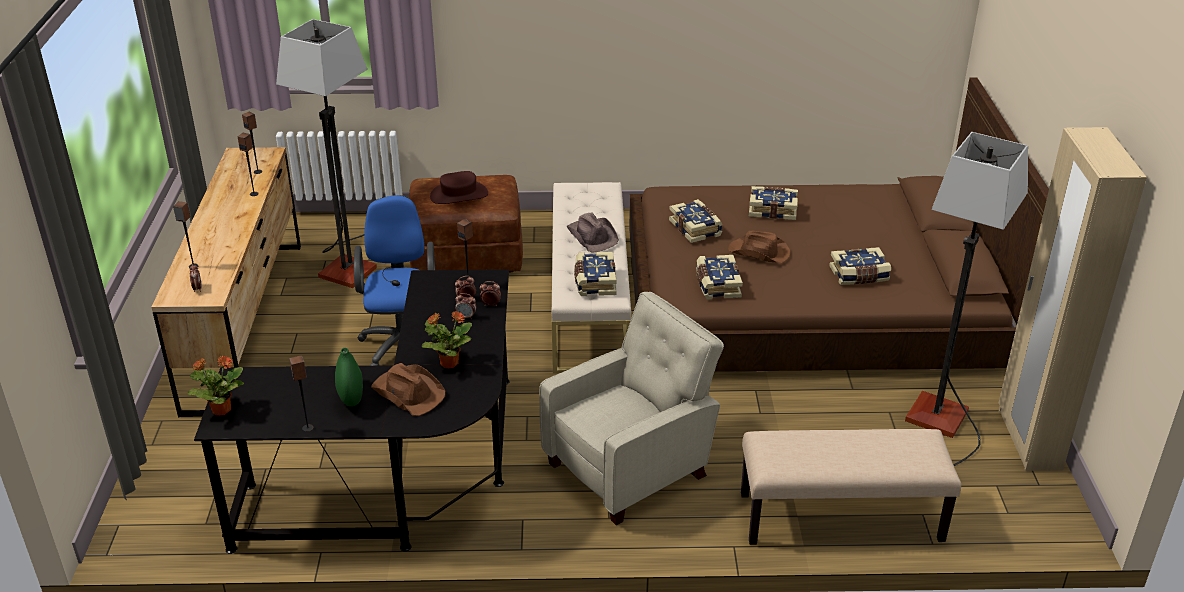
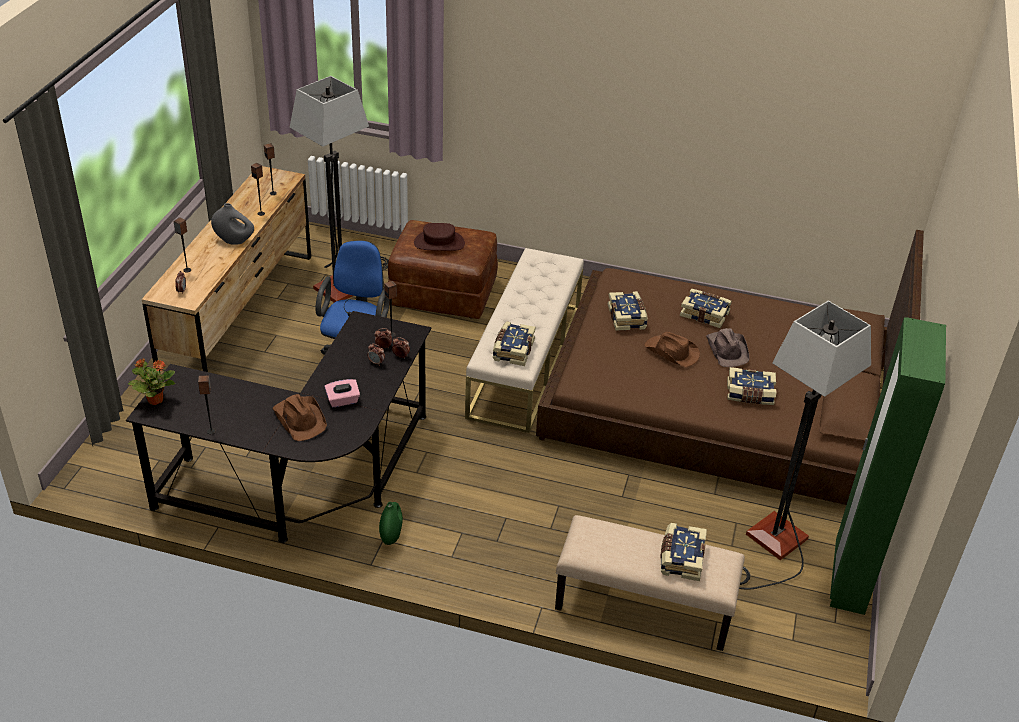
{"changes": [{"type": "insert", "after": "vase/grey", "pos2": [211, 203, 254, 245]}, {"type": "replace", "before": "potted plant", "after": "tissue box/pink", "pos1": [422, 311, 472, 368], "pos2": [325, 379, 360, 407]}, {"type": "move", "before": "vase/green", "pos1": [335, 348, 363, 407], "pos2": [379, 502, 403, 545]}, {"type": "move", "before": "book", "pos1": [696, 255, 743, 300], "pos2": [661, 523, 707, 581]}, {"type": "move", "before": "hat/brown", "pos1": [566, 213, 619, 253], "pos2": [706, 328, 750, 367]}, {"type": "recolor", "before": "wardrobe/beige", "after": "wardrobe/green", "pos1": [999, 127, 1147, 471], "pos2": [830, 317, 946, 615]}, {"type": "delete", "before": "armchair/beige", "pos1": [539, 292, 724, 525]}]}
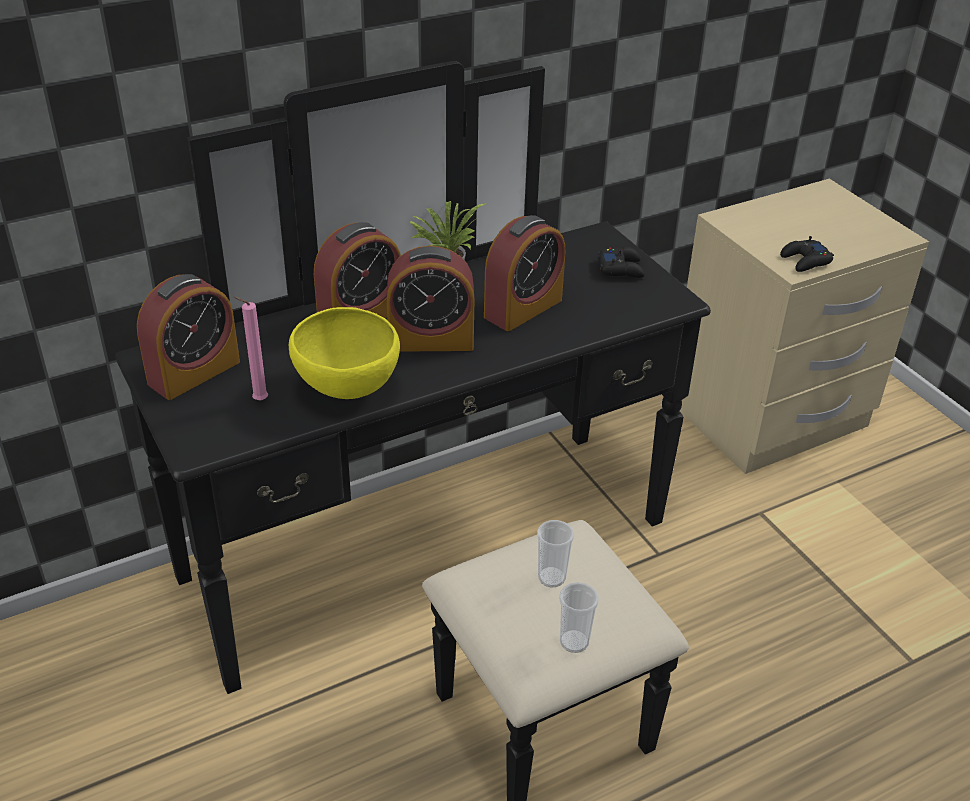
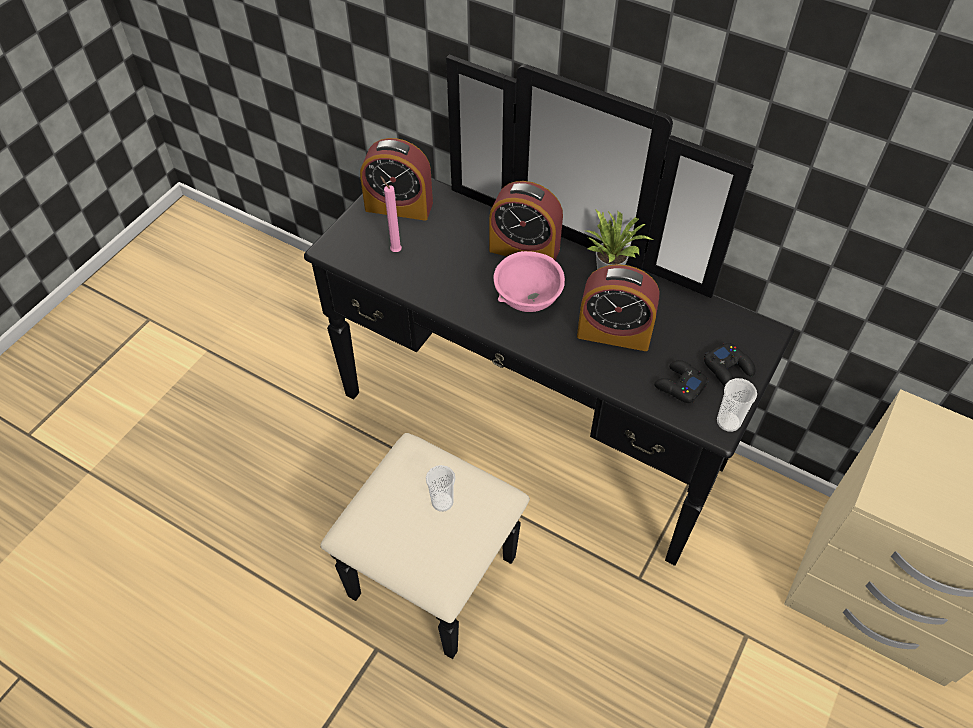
{"changes": [{"type": "replace", "before": "alarm clock", "after": "bowl/pink", "pos1": [387, 246, 474, 352], "pos2": [493, 251, 565, 312]}, {"type": "move", "before": "game controller/black", "pos1": [780, 236, 834, 272], "pos2": [654, 360, 709, 403]}, {"type": "move", "before": "cup", "pos1": [559, 582, 599, 653], "pos2": [717, 378, 757, 432]}, {"type": "delete", "before": "bowl/yellow", "pos1": [289, 307, 400, 399]}]}
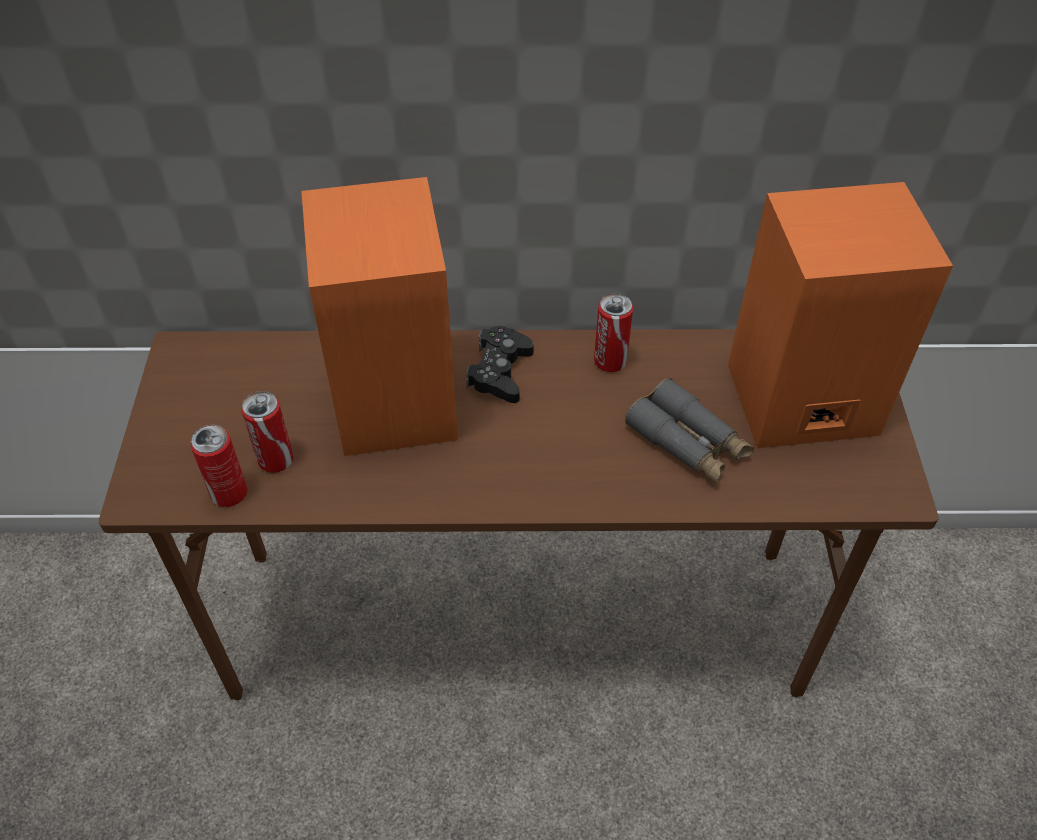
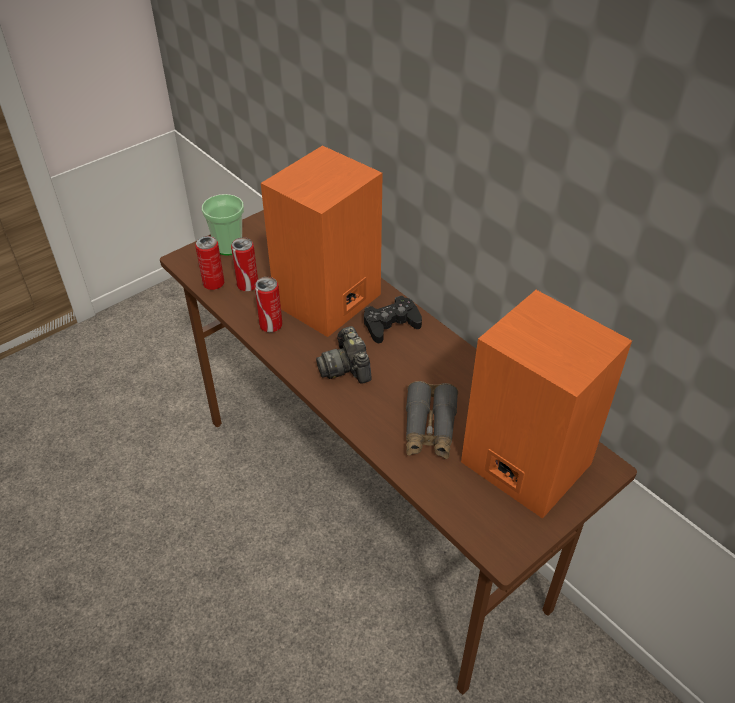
{"changes": [{"type": "insert", "after": "cup", "pos2": [202, 194, 244, 256]}, {"type": "move", "before": "can", "pos1": [594, 293, 633, 372], "pos2": [255, 277, 282, 332]}, {"type": "insert", "after": "photo camera", "pos2": [316, 326, 372, 384]}]}
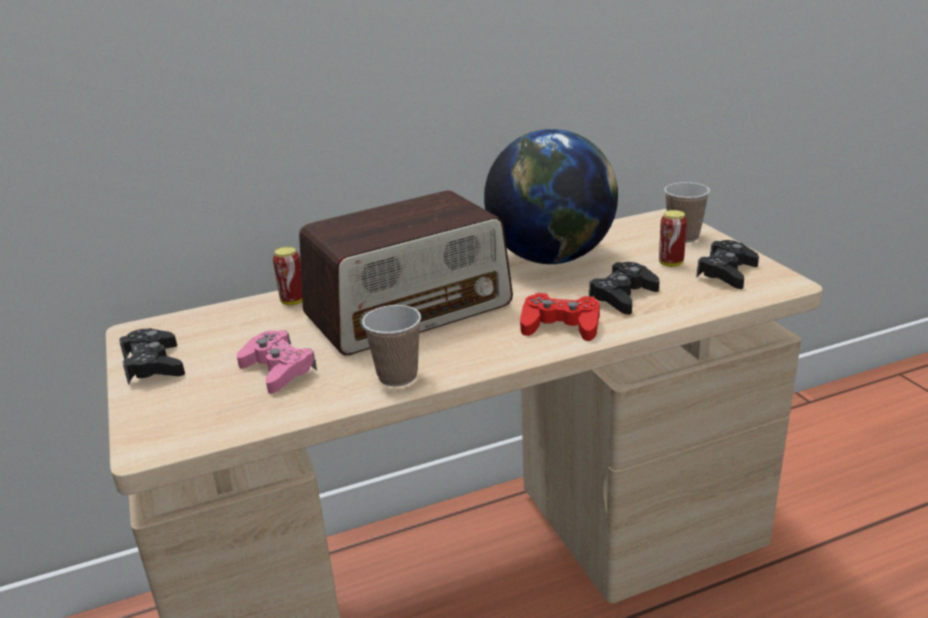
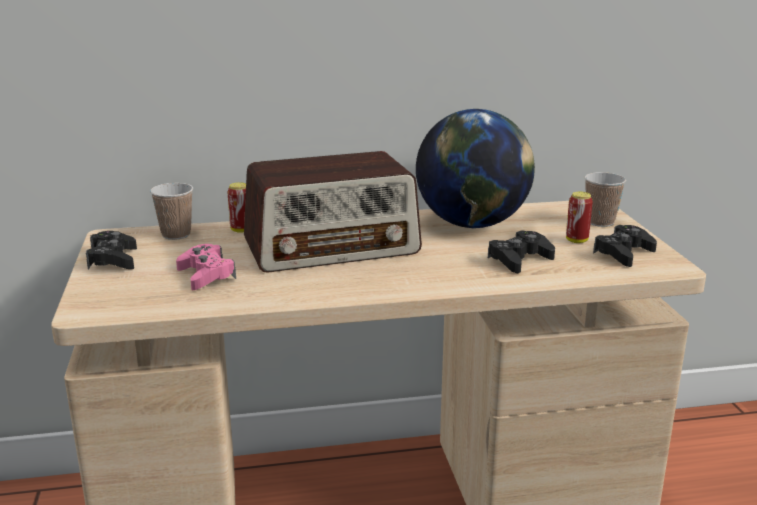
{"changes": [{"type": "move", "before": "cup", "pos1": [362, 305, 421, 387], "pos2": [150, 183, 193, 240]}, {"type": "delete", "before": "game controller/red", "pos1": [520, 293, 600, 341]}]}
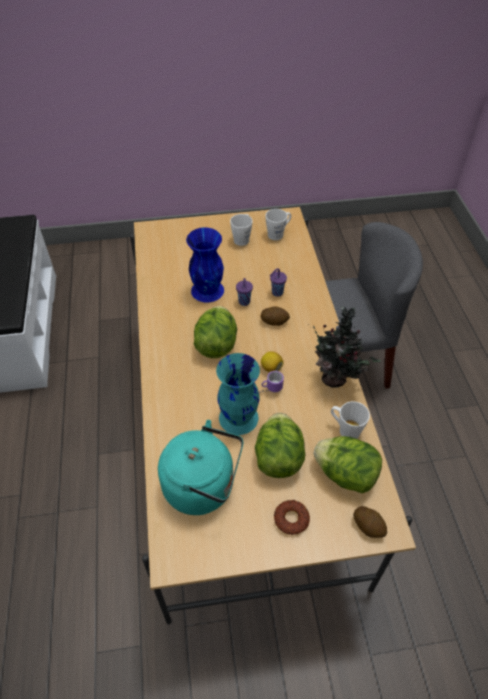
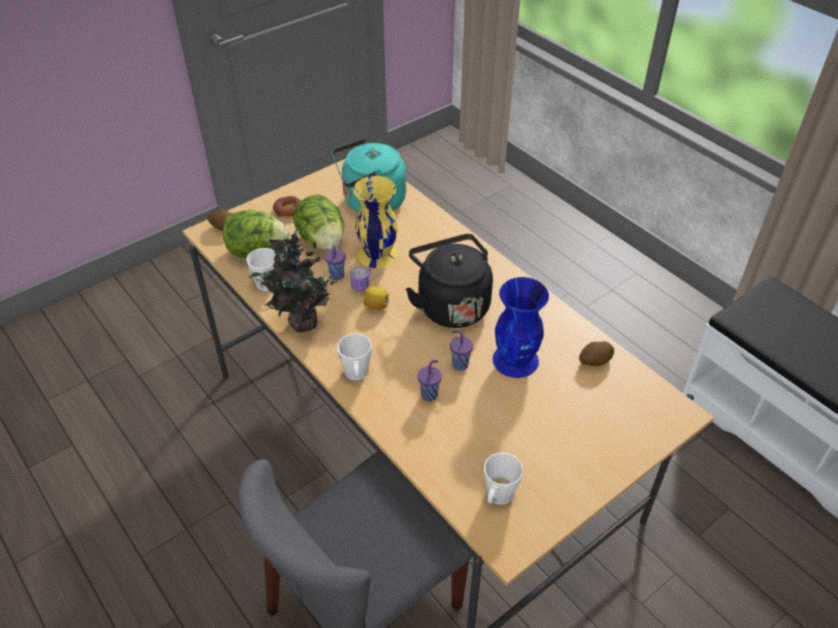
{"changes": [{"type": "insert", "after": "cup/purple", "pos2": [325, 245, 346, 281]}, {"type": "move", "before": "mug/white", "pos1": [230, 214, 252, 246], "pos2": [337, 333, 372, 380]}, {"type": "recolor", "before": "vase/turquoise", "after": "vase/yellow", "pos1": [216, 353, 260, 435], "pos2": [353, 176, 398, 268]}, {"type": "replace", "before": "lettuce", "after": "kettle/black", "pos1": [194, 306, 237, 358], "pos2": [406, 234, 493, 328]}, {"type": "move", "before": "potato", "pos1": [261, 306, 290, 326], "pos2": [579, 341, 614, 366]}]}
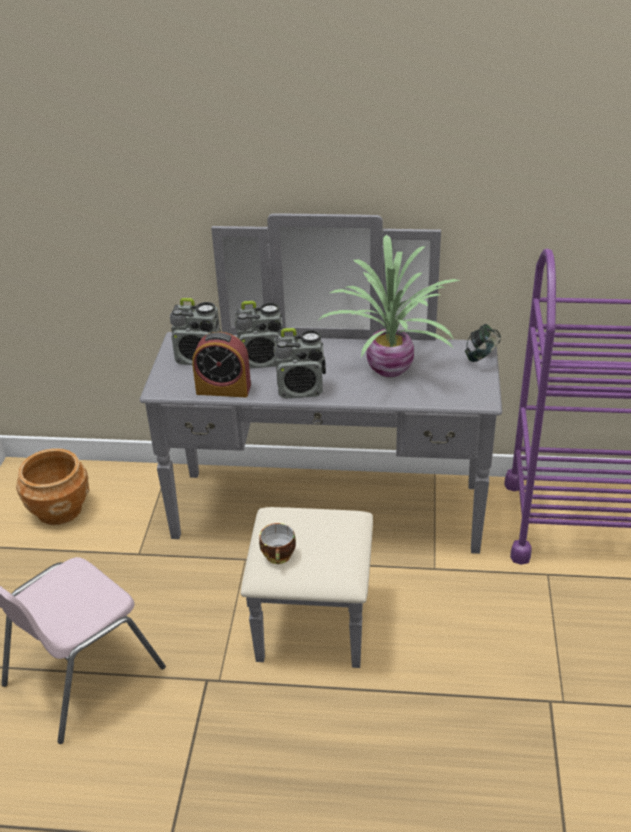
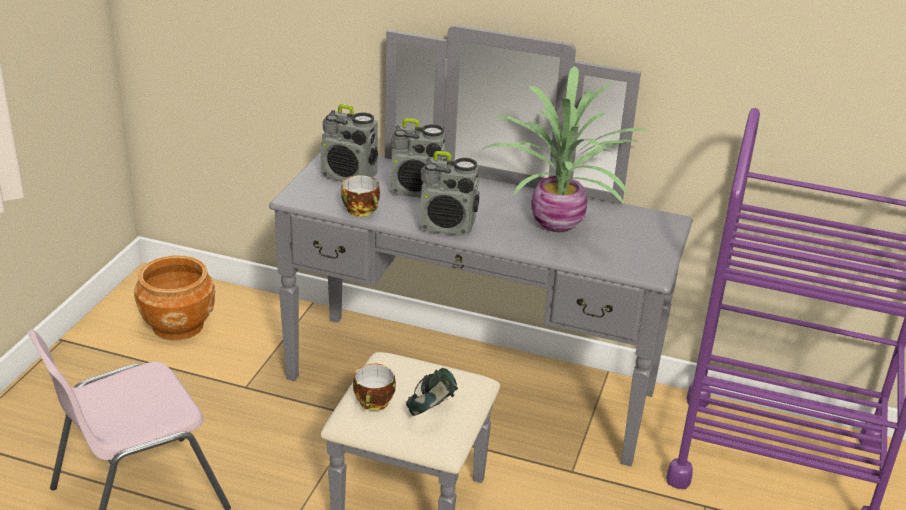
{"changes": [{"type": "replace", "before": "alarm clock", "after": "cup", "pos1": [192, 332, 251, 397], "pos2": [341, 175, 380, 217]}, {"type": "move", "before": "headphones", "pos1": [465, 324, 501, 362], "pos2": [406, 368, 458, 416]}]}
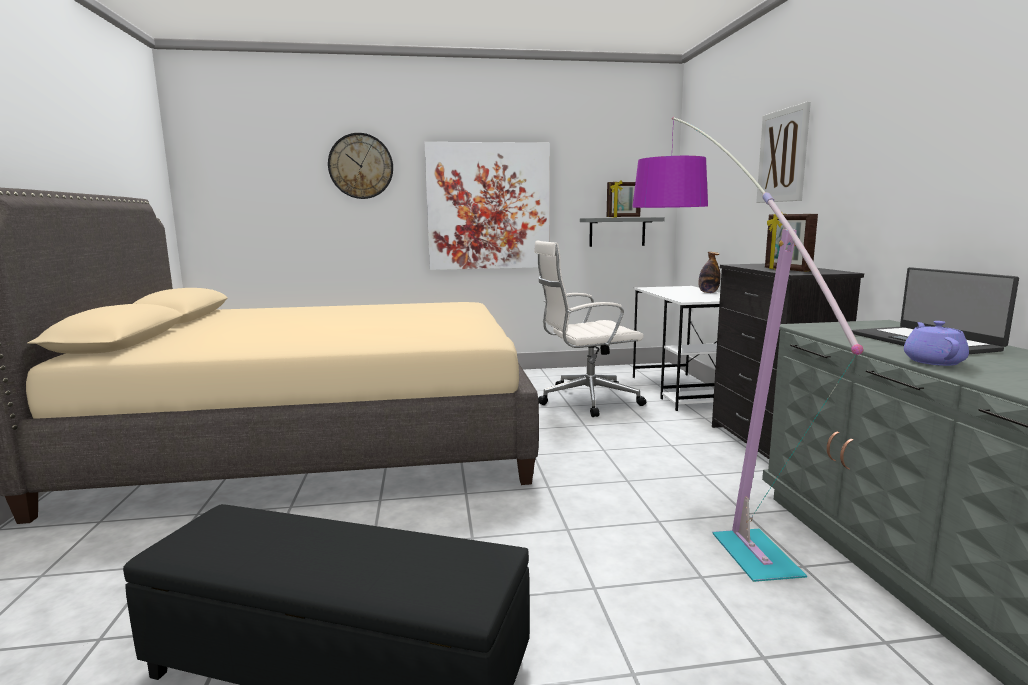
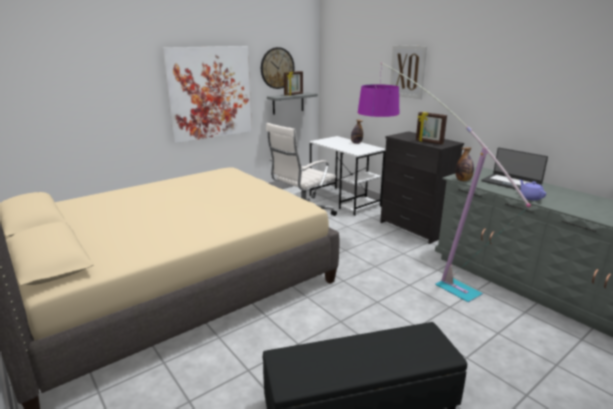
{"changes": [{"type": "move", "before": "wall clock", "pos1": [328, 133, 393, 199], "pos2": [261, 47, 295, 89]}, {"type": "insert", "after": "bottle", "pos2": [455, 147, 474, 181]}]}
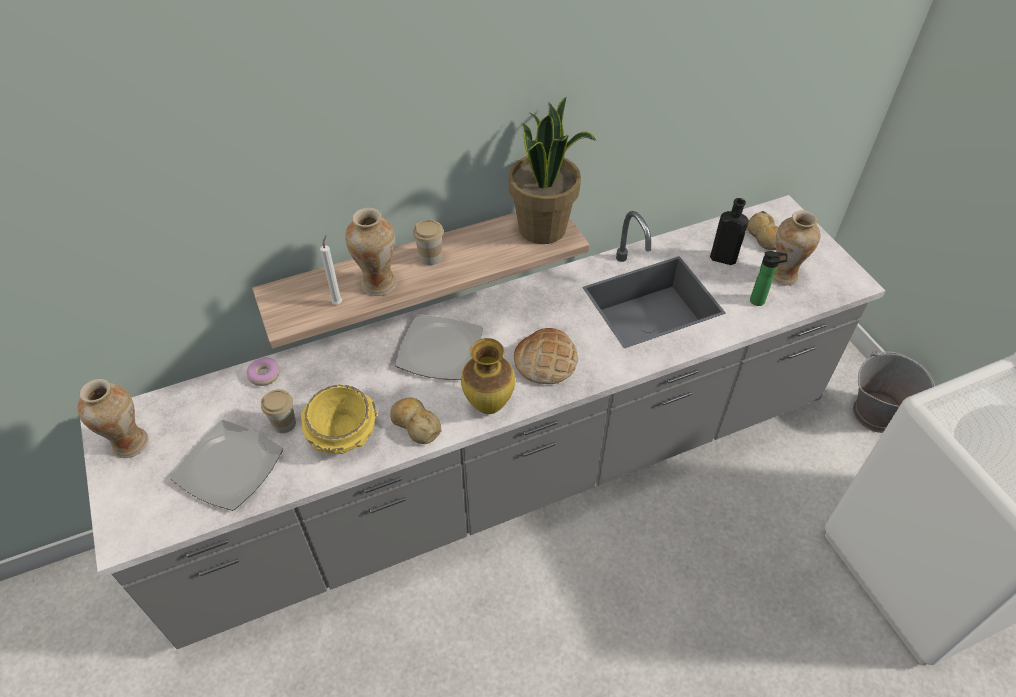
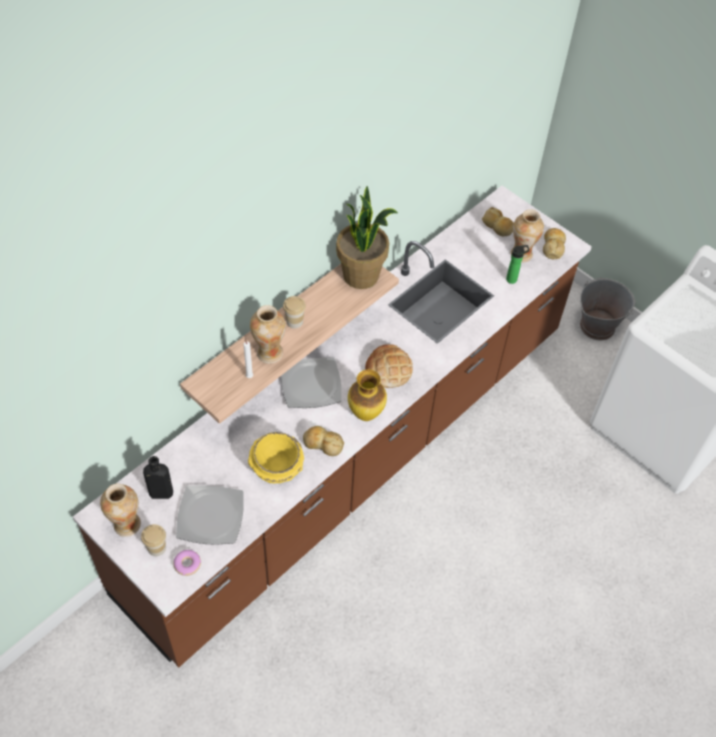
{"changes": [{"type": "recolor", "before": "counter/grey", "after": "counter/brown", "pos1": [80, 195, 886, 649], "pos2": [73, 186, 592, 667]}, {"type": "move", "before": "cup", "pos1": [261, 389, 296, 433], "pos2": [141, 524, 166, 556]}, {"type": "move", "before": "bottle/black", "pos1": [710, 198, 749, 265], "pos2": [143, 456, 173, 499]}, {"type": "move", "before": "donut", "pos1": [247, 358, 280, 386], "pos2": [173, 550, 201, 576]}, {"type": "insert", "after": "bread", "pos2": [543, 228, 566, 259]}]}
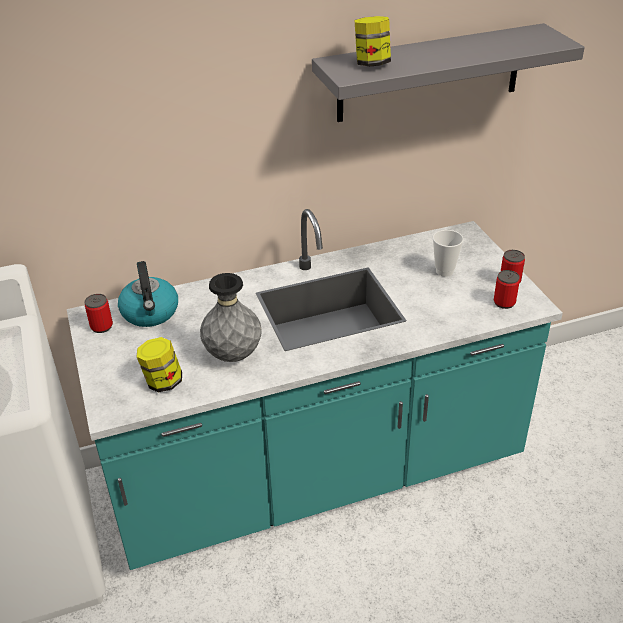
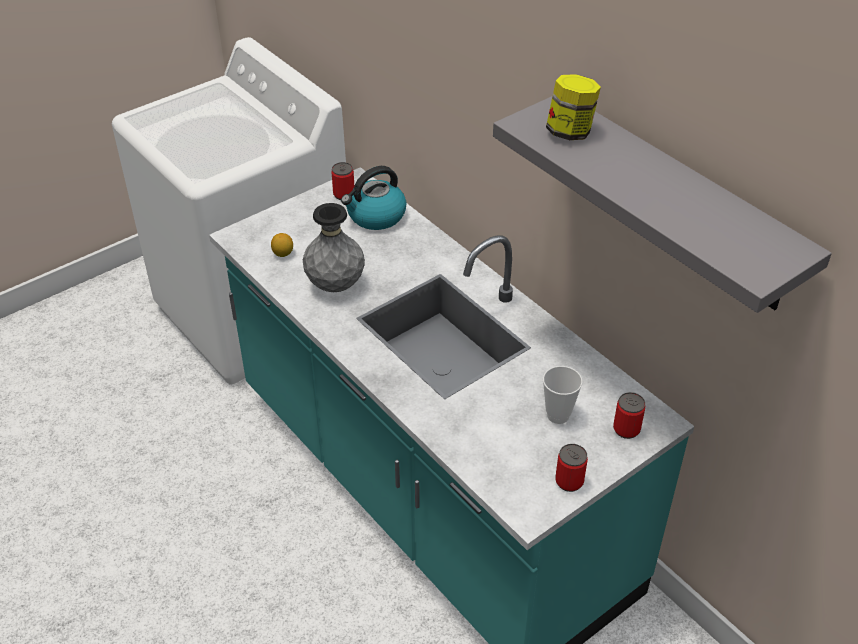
{"changes": [{"type": "replace", "before": "jar", "after": "lemon", "pos1": [136, 337, 182, 393], "pos2": [271, 233, 293, 257]}, {"type": "move", "before": "can", "pos1": [494, 270, 520, 309], "pos2": [613, 392, 645, 439]}]}
